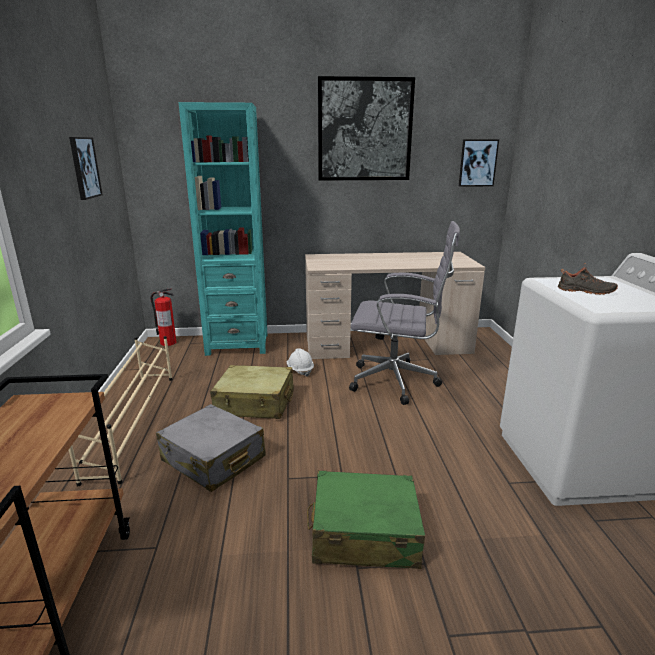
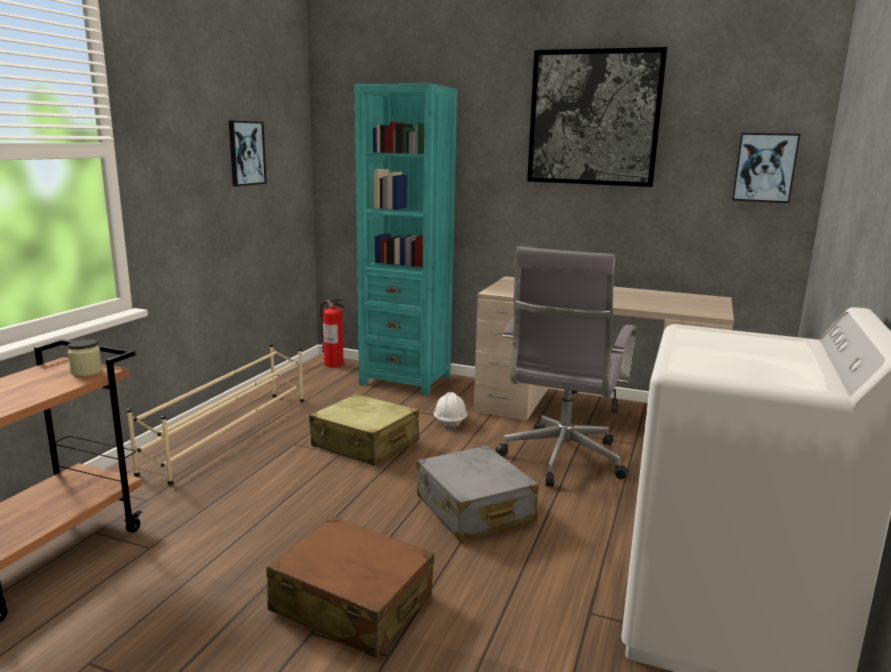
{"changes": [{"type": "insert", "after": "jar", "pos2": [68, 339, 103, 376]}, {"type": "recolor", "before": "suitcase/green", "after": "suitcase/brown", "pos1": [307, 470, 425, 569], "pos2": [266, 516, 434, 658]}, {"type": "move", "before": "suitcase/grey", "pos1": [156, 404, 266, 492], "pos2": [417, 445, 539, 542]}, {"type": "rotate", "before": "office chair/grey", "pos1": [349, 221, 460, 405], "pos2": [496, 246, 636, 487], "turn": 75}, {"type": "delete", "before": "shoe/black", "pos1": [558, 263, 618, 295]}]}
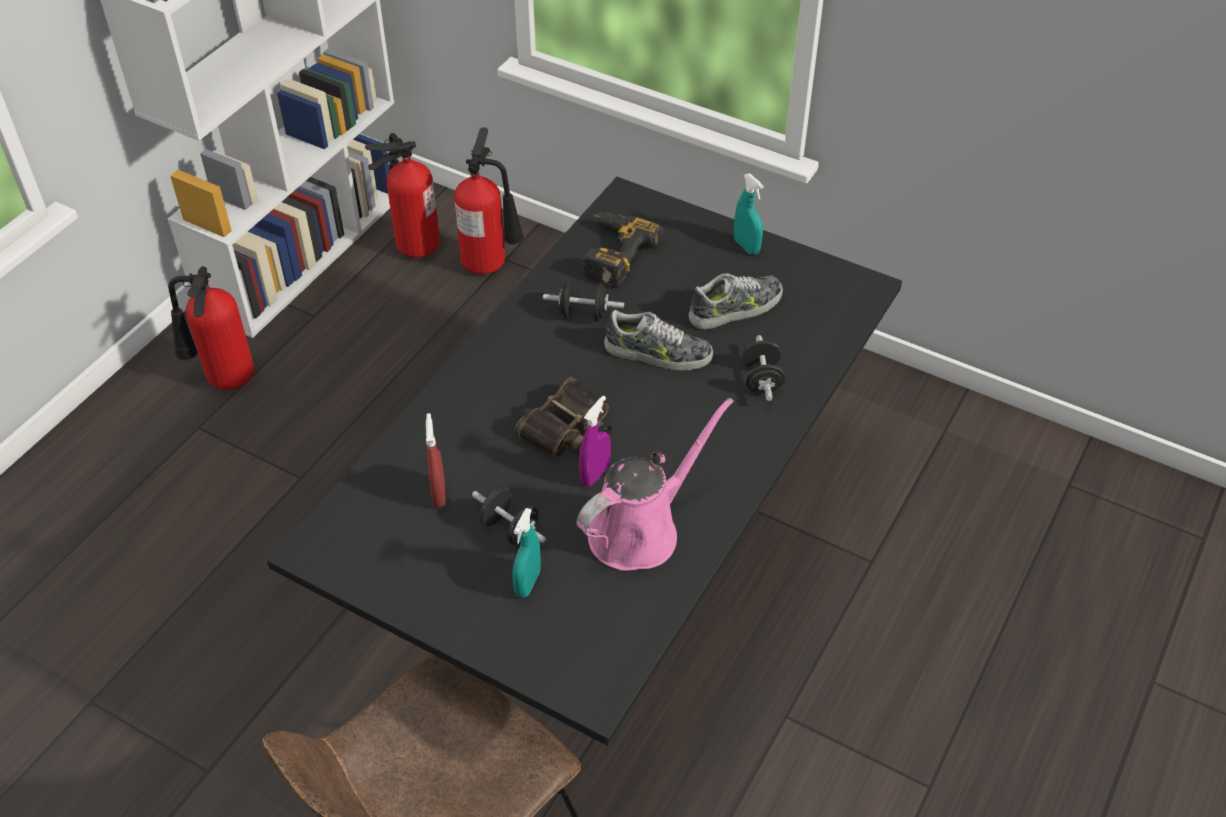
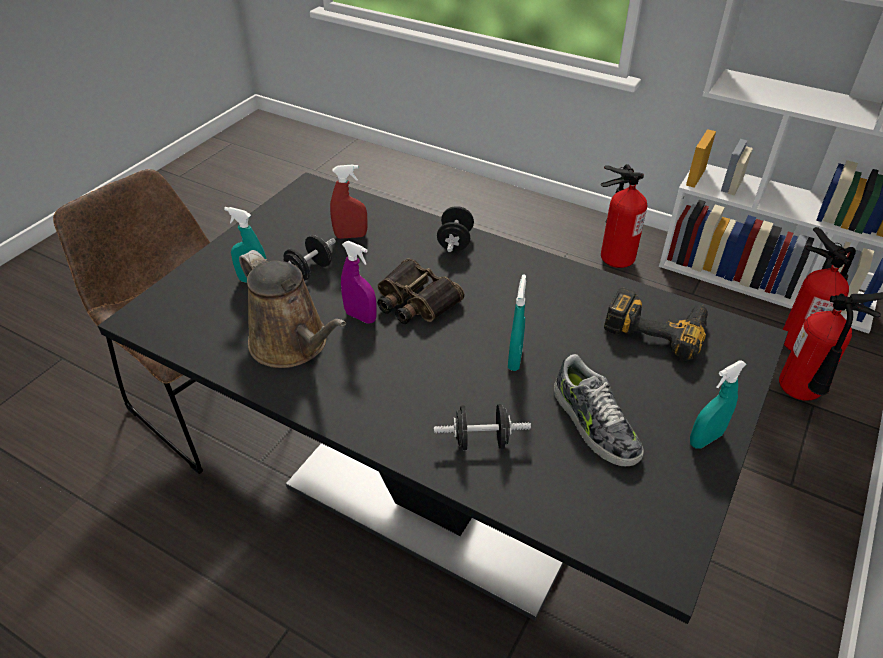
{"changes": [{"type": "recolor", "before": "watering can/pink", "after": "watering can/brown", "pos1": [577, 398, 734, 571], "pos2": [239, 250, 346, 368]}, {"type": "move", "before": "dumbbell/black", "pos1": [543, 280, 624, 321], "pos2": [437, 206, 474, 252]}, {"type": "replace", "before": "shoe", "after": "spray bottle/turquoise", "pos1": [604, 310, 713, 371], "pos2": [508, 274, 526, 371]}]}
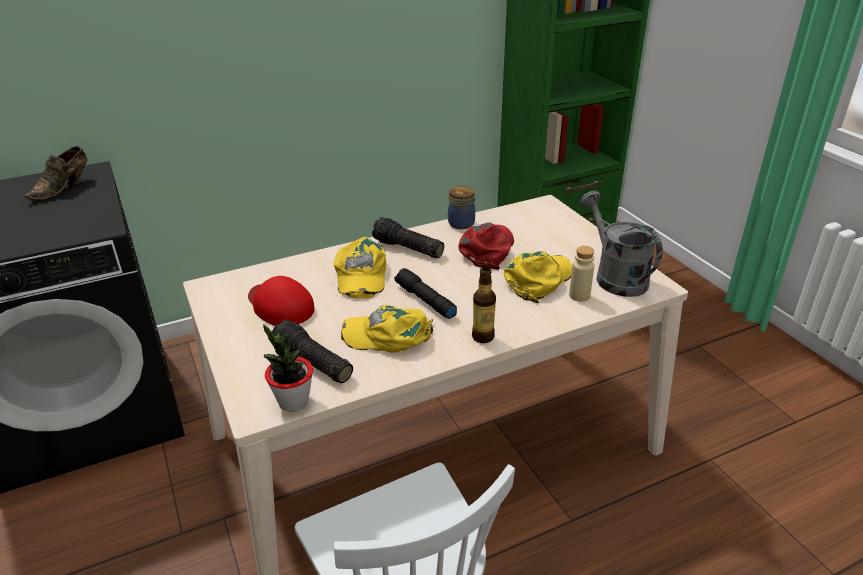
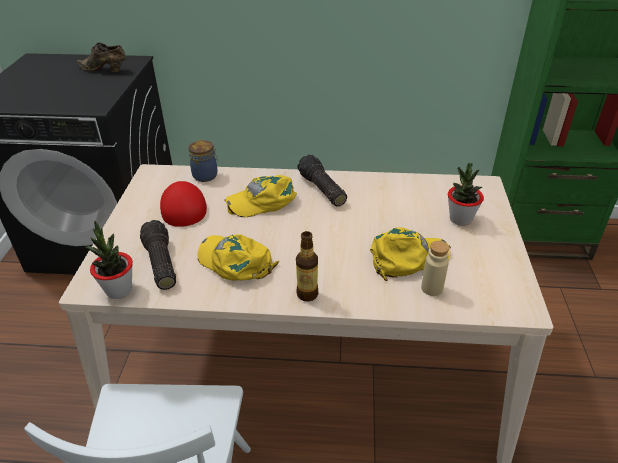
{"changes": [{"type": "rotate", "before": "shoe/brown", "pos1": [24, 146, 87, 200], "pos2": [77, 42, 126, 72], "turn": 45}, {"type": "move", "before": "jar", "pos1": [448, 186, 475, 229], "pos2": [188, 140, 218, 182]}, {"type": "rotate", "before": "cap/yellow", "pos1": [334, 237, 386, 299], "pos2": [225, 175, 297, 217], "turn": 45}, {"type": "insert", "after": "potted plant", "pos2": [448, 163, 484, 226]}, {"type": "delete", "before": "flashlight/black", "pos1": [394, 268, 457, 319]}, {"type": "delete", "before": "cap/red", "pos1": [458, 222, 514, 270]}, {"type": "delete", "before": "watering can/grey", "pos1": [580, 191, 663, 297]}]}
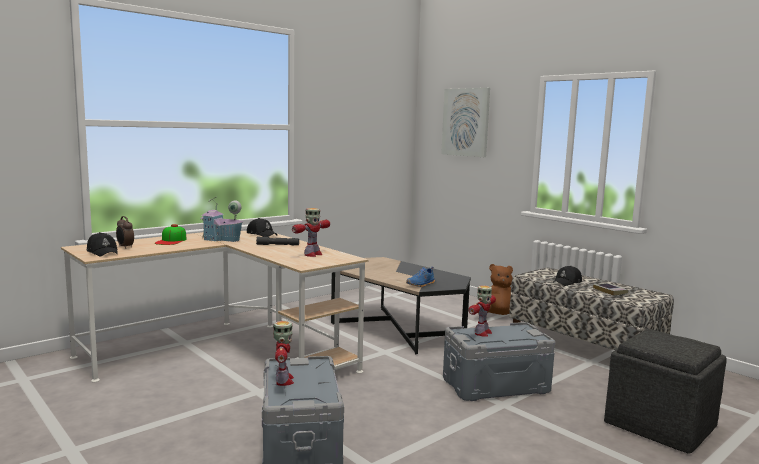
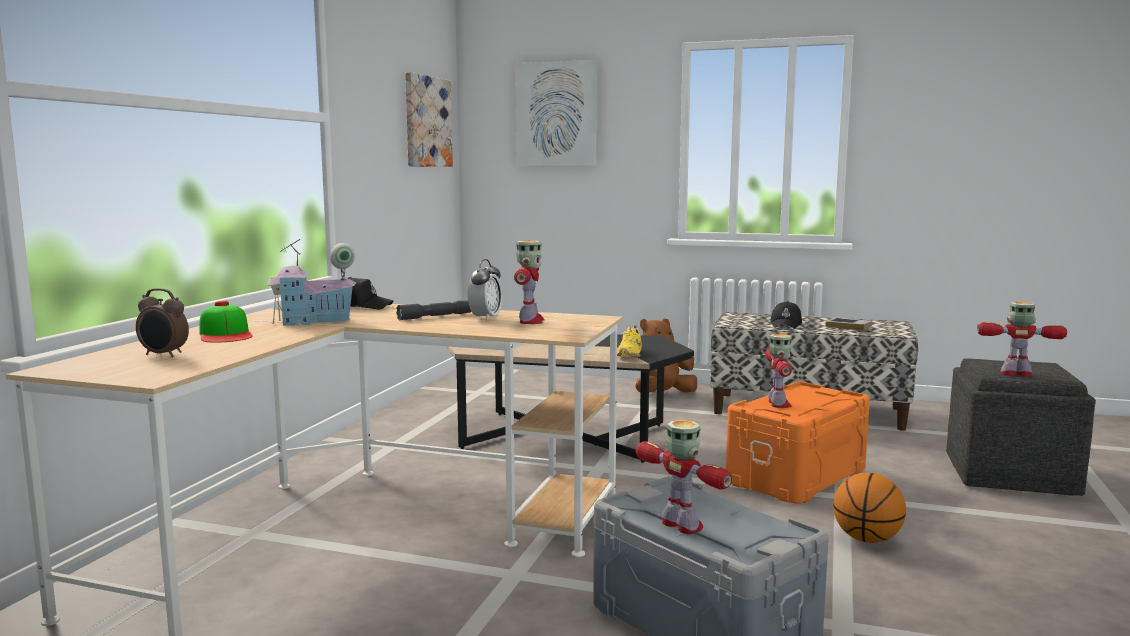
{"changes": [{"type": "insert", "after": "picture", "pos2": [405, 72, 453, 167]}, {"type": "insert", "after": "alarm clock", "pos2": [468, 259, 503, 321]}, {"type": "recolor", "before": "shoe/blue", "after": "shoe/yellow", "pos1": [406, 267, 435, 287], "pos2": [617, 325, 642, 357]}, {"type": "recolor", "before": "storage box/grey", "after": "storage box/orange", "pos1": [443, 322, 555, 401], "pos2": [726, 381, 870, 504]}, {"type": "insert", "after": "basketball", "pos2": [833, 473, 906, 543]}, {"type": "insert", "after": "toy robot", "pos2": [977, 302, 1067, 376]}, {"type": "delete", "before": "cap/black", "pos1": [87, 232, 117, 257]}]}
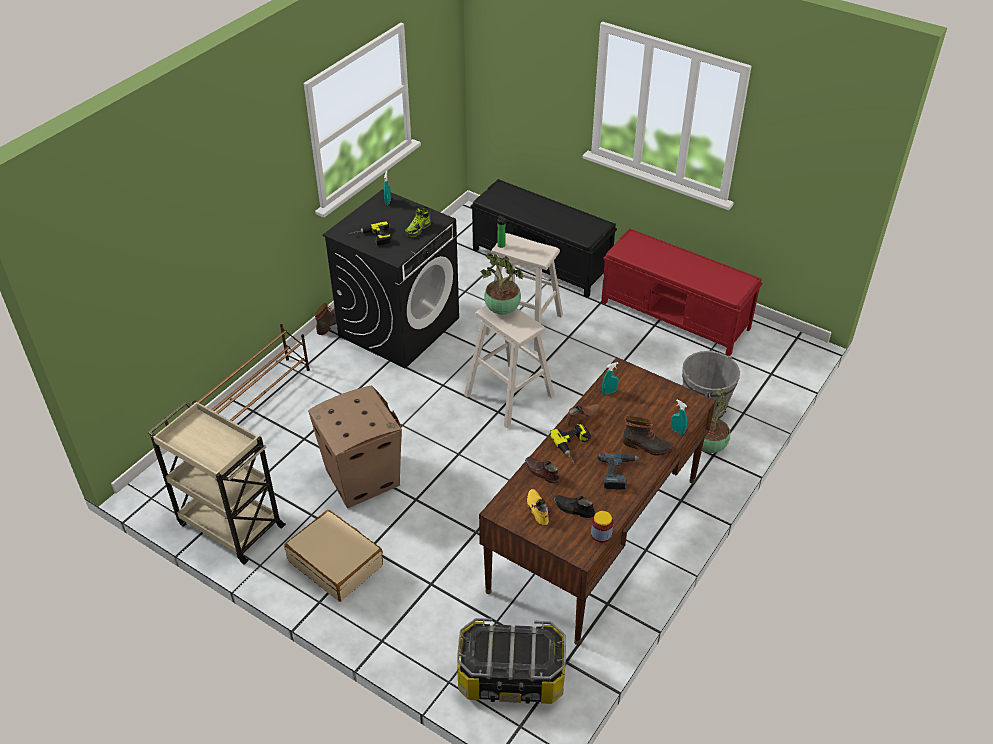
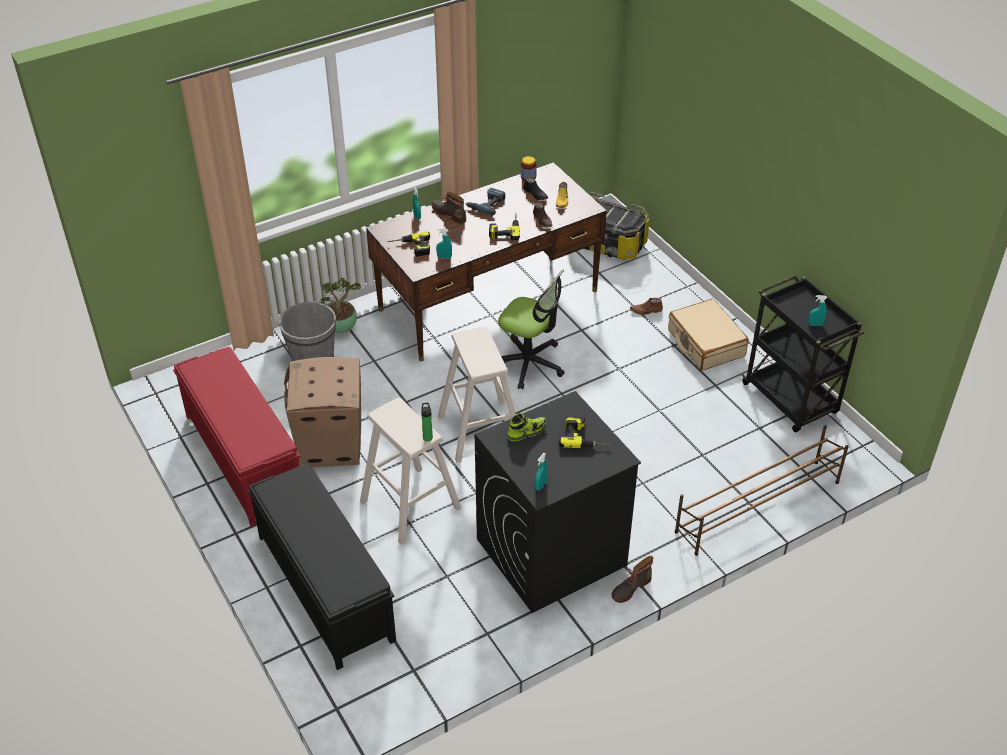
{"changes": [{"type": "move", "before": "cardboard box", "pos1": [308, 386, 402, 508], "pos2": [284, 357, 361, 468]}, {"type": "insert", "after": "power drill", "pos2": [388, 232, 430, 257]}, {"type": "insert", "after": "office chair", "pos2": [498, 270, 565, 390]}, {"type": "move", "before": "shoe/brown", "pos1": [565, 404, 601, 426], "pos2": [630, 298, 663, 315]}, {"type": "recolor", "before": "cart/beige", "after": "cart/black", "pos1": [148, 400, 286, 565], "pos2": [741, 276, 864, 432]}, {"type": "insert", "after": "spray bottle/turquoise", "pos2": [808, 295, 827, 326]}, {"type": "delete", "before": "potted plant", "pos1": [480, 253, 523, 315]}]}
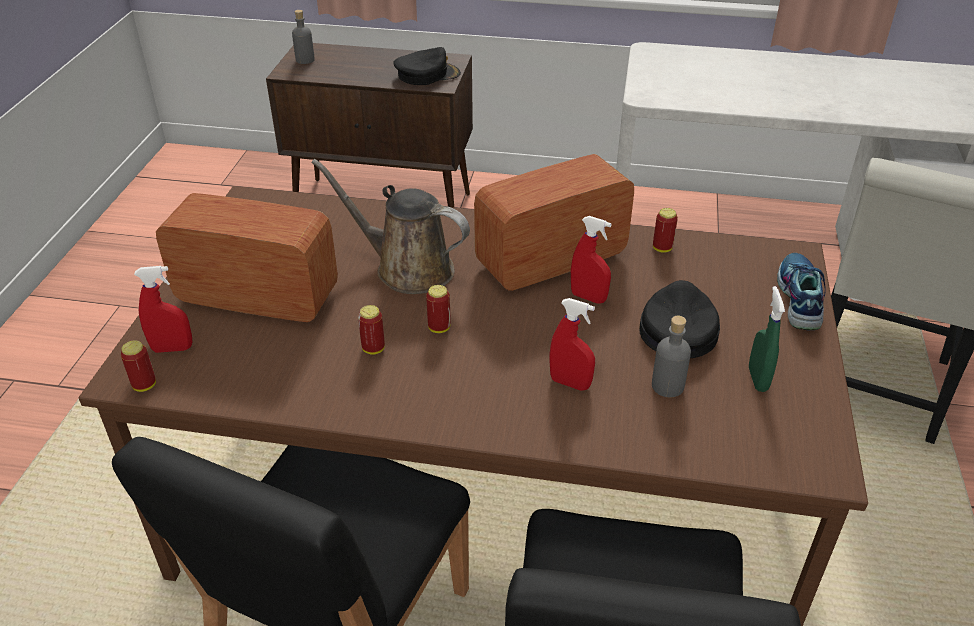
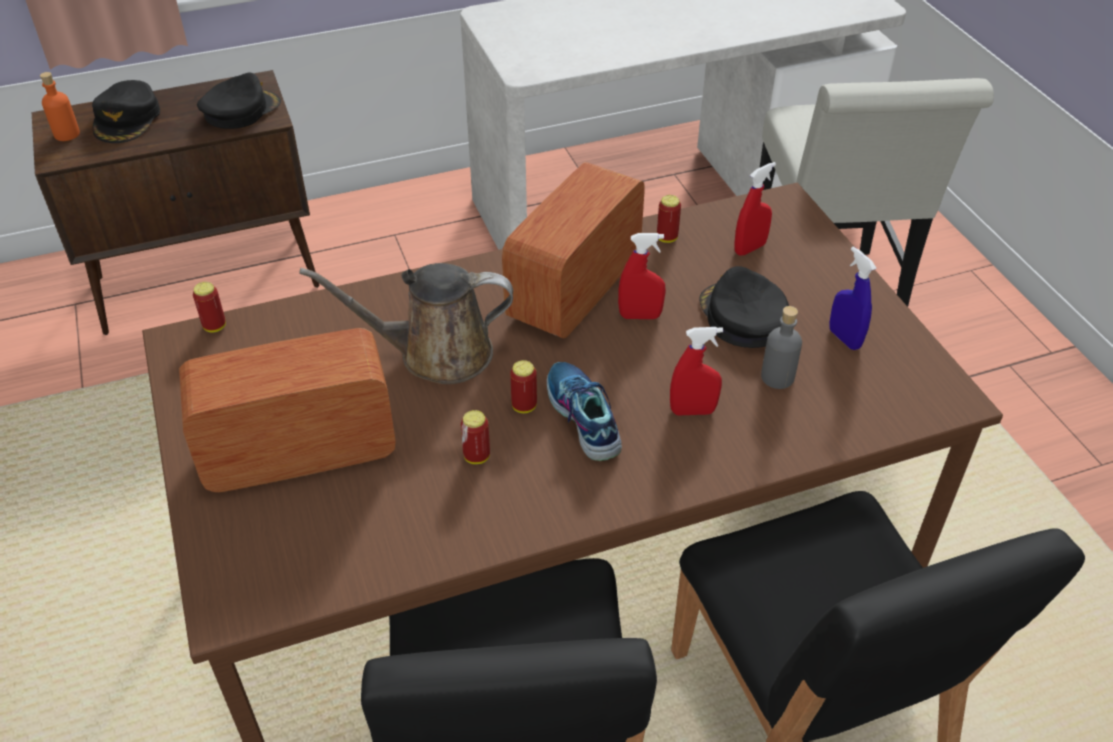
{"changes": [{"type": "recolor", "before": "bottle/grey", "after": "bottle/orange", "pos1": [292, 10, 315, 64], "pos2": [40, 72, 80, 141]}, {"type": "insert", "after": "cap/black", "pos2": [92, 80, 160, 143]}, {"type": "move", "before": "can", "pos1": [121, 340, 156, 392], "pos2": [193, 282, 226, 332]}, {"type": "move", "before": "shoe", "pos1": [777, 253, 826, 330], "pos2": [547, 362, 622, 461]}, {"type": "move", "before": "spray bottle/red", "pos1": [134, 266, 192, 353], "pos2": [734, 162, 776, 255]}, {"type": "recolor", "before": "spray bottle/green", "after": "spray bottle/blue", "pos1": [749, 286, 785, 392], "pos2": [830, 246, 877, 350]}]}
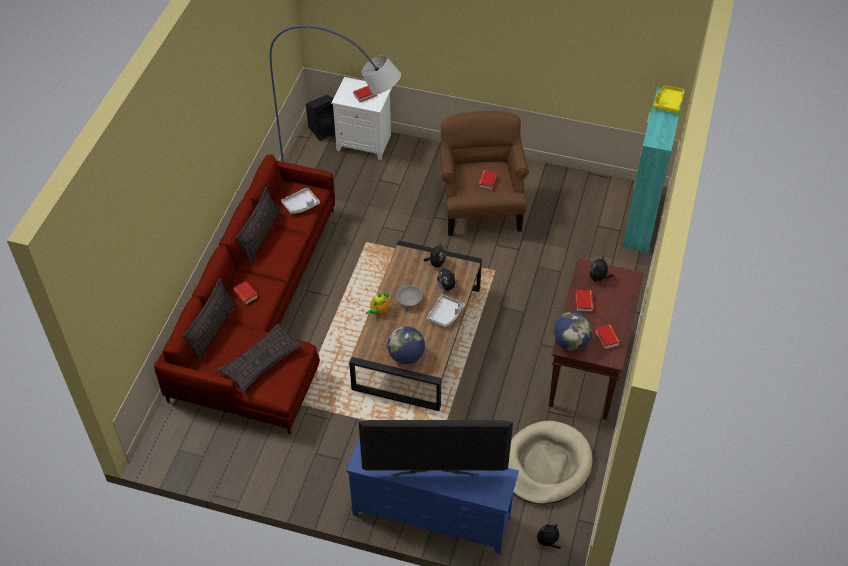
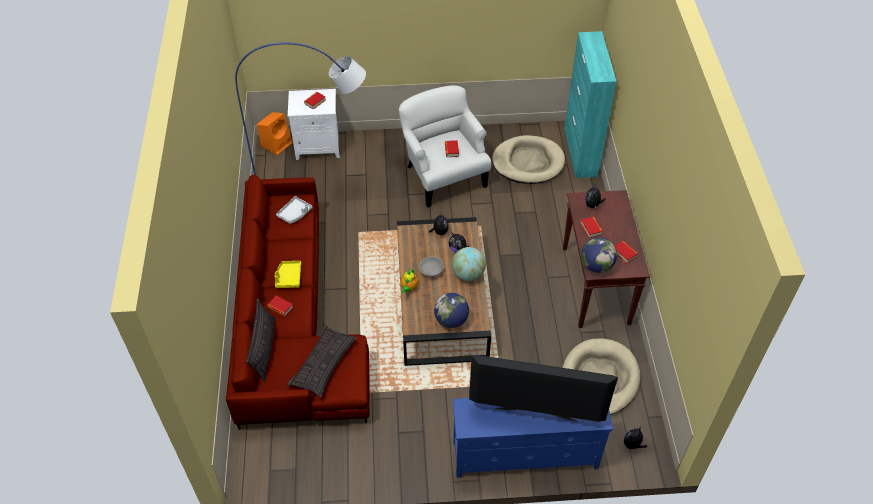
{"changes": [{"type": "recolor", "before": "speaker/black", "after": "speaker/orange", "pos1": [306, 95, 335, 141], "pos2": [257, 112, 293, 155]}, {"type": "move", "before": "tray/yellow", "pos1": [653, 85, 685, 113], "pos2": [274, 261, 301, 288]}, {"type": "recolor", "before": "armchair/brown", "after": "armchair/white", "pos1": [440, 111, 529, 236], "pos2": [399, 85, 491, 208]}, {"type": "replace", "before": "tray/grey", "after": "globe", "pos1": [427, 295, 465, 328], "pos2": [452, 247, 486, 281]}, {"type": "rotate", "before": "television", "pos1": [359, 420, 513, 476], "pos2": [469, 355, 618, 422], "turn": -150}, {"type": "insert", "after": "dog bed/beige", "pos2": [492, 135, 565, 184]}, {"type": "delete", "before": "pillow", "pos1": [235, 187, 281, 264]}]}
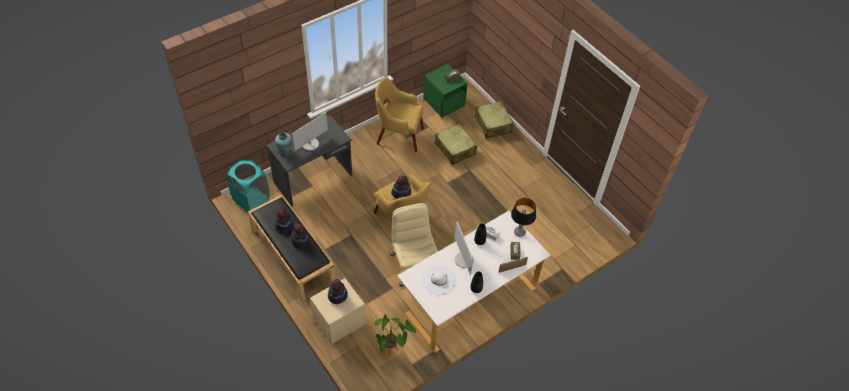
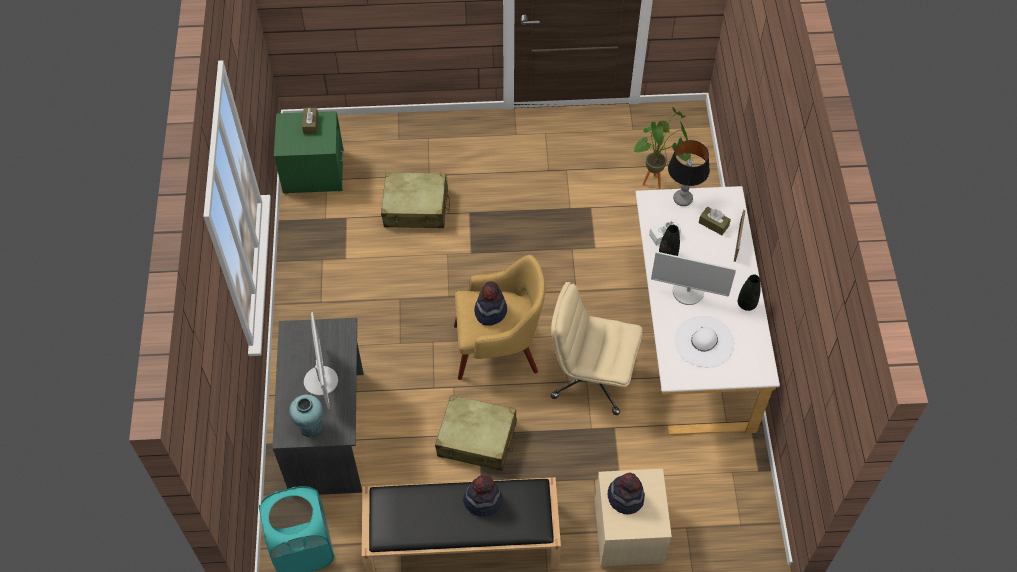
{"changes": [{"type": "move", "before": "suitcase/beige", "pos1": [475, 101, 514, 138], "pos2": [435, 395, 517, 471]}, {"type": "move", "before": "potted plant", "pos1": [374, 314, 416, 358], "pos2": [632, 107, 691, 189]}, {"type": "delete", "before": "hat", "pos1": [275, 208, 294, 234]}, {"type": "delete", "before": "armchair/yellow", "pos1": [375, 77, 424, 152]}]}
